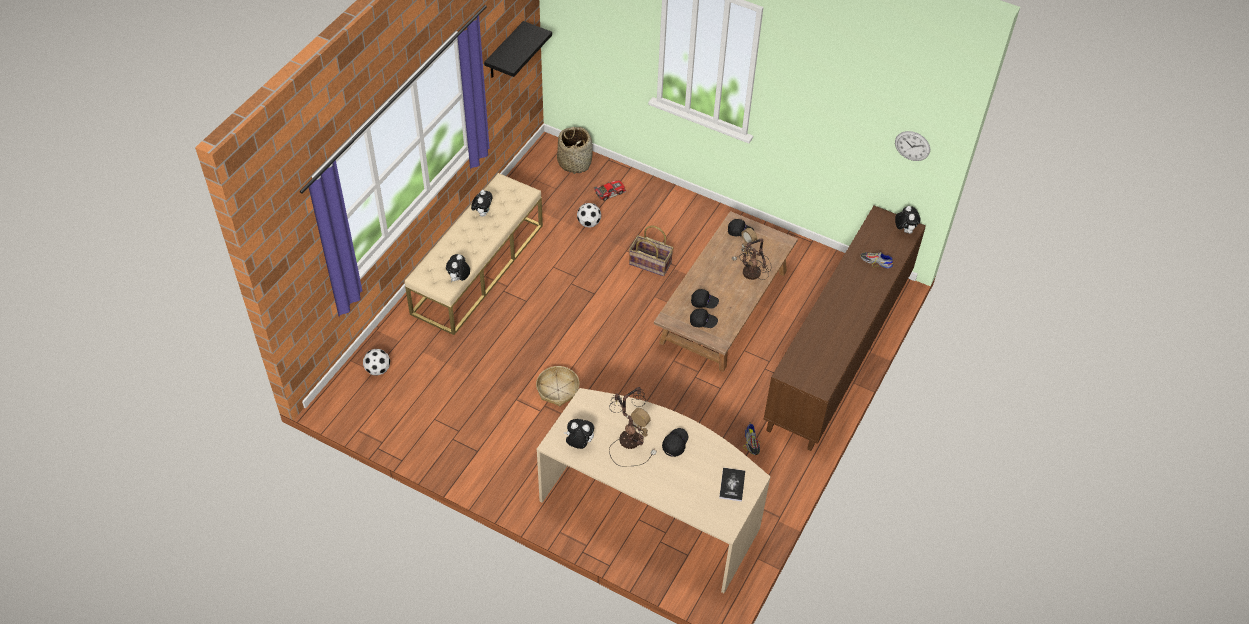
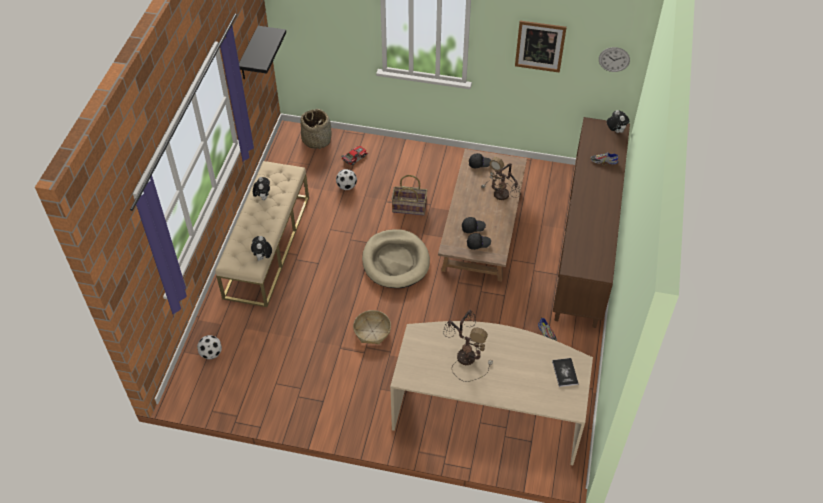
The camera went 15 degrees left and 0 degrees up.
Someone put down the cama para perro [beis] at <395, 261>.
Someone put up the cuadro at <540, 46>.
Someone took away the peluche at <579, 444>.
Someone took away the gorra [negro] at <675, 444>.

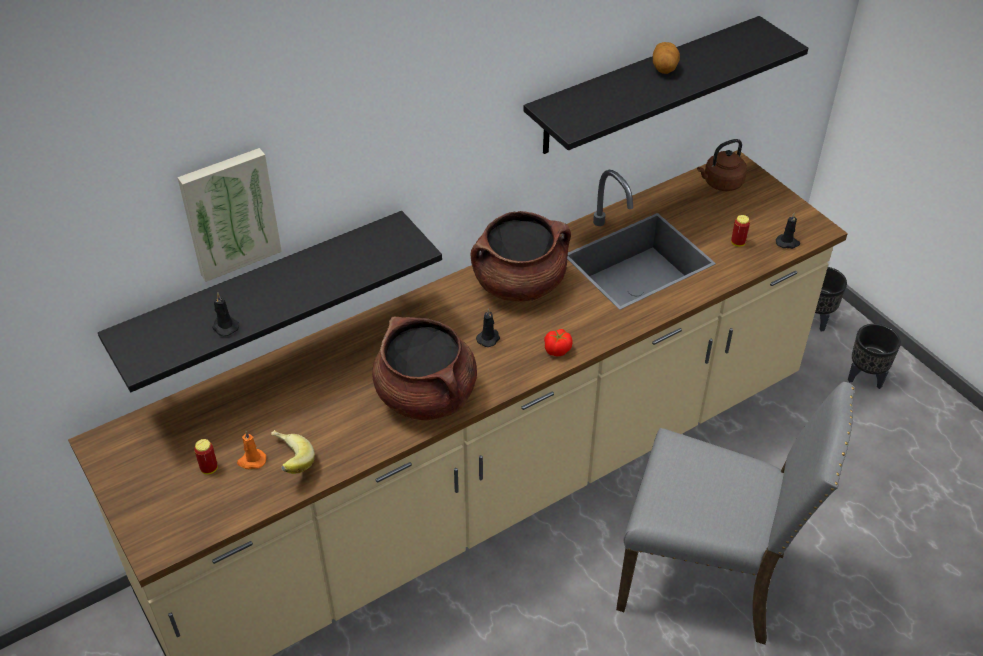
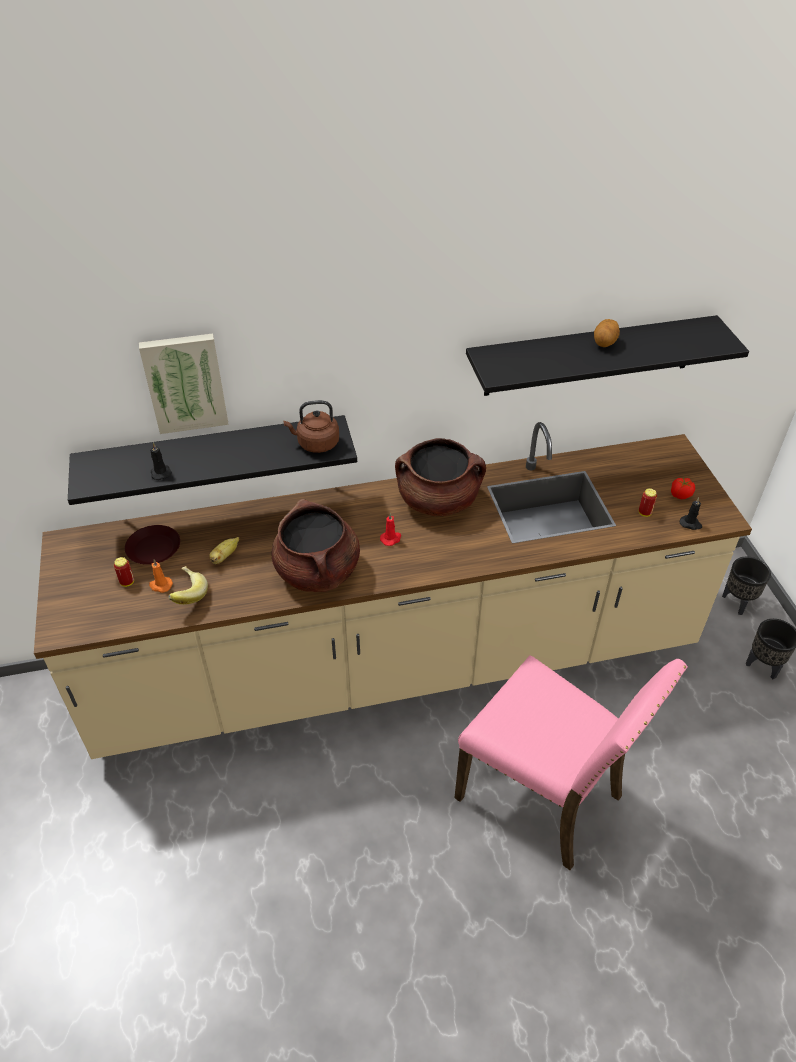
The camera went 20 degrees right and 0 degrees up.
Someone put down the plato [marrón] at <153, 549>.
Someone put down the plátano at <224, 556>.
Someone carried the hervidor [marrón] from <721, 183> to <316, 444>.
Someone repainted the vela [negro] at <489, 338>, which became the vela [rojo] at <391, 538>.
Someone repainted the silla [gris] at <707, 577>, which became the silla [rosa] at <544, 796>.
Someone carried the tomate from <557, 350> to <680, 495>.

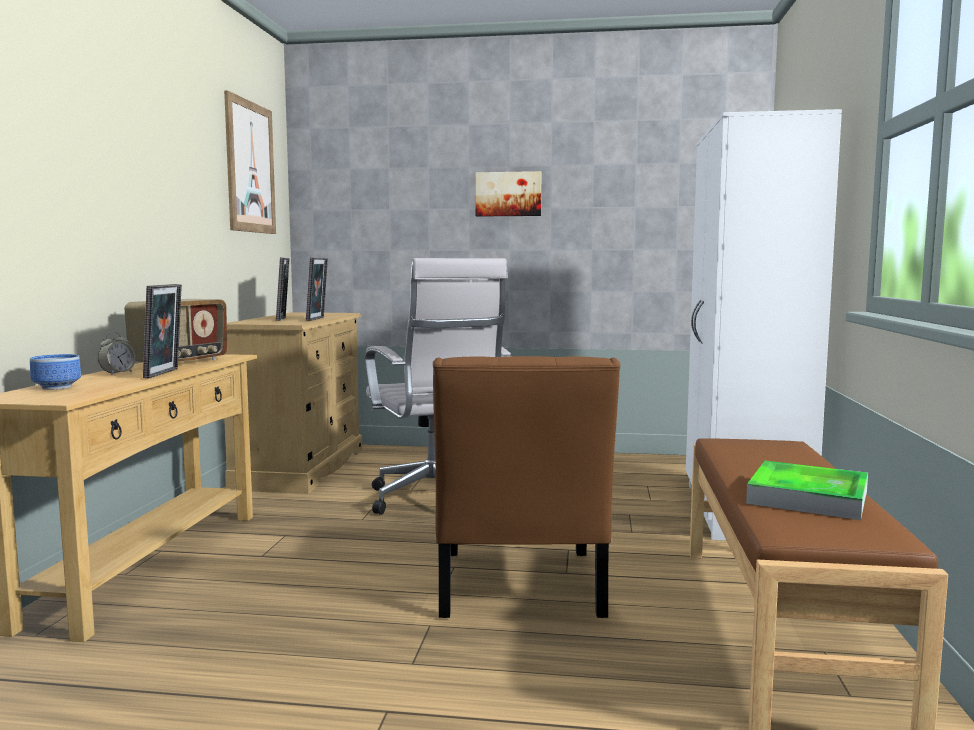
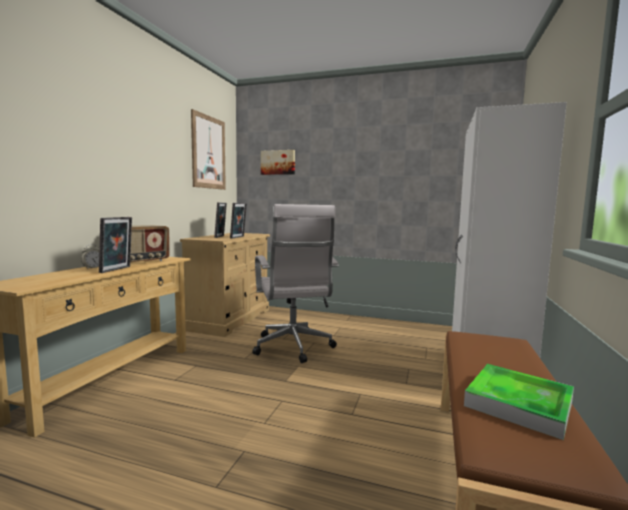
The camera went 10 degrees right and 0 degrees up.
Someone carried the cuadro from <508, 194> to <278, 162>.
Someone took away the cuenco at <55, 387>.
Someone took away the silla [marrón] at <519, 589>.

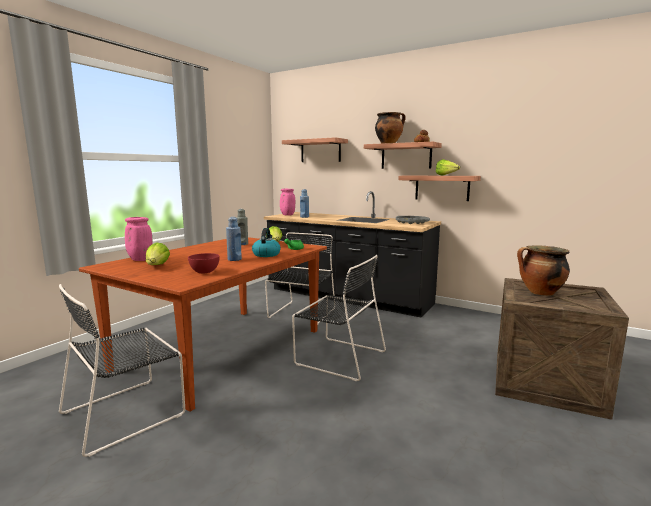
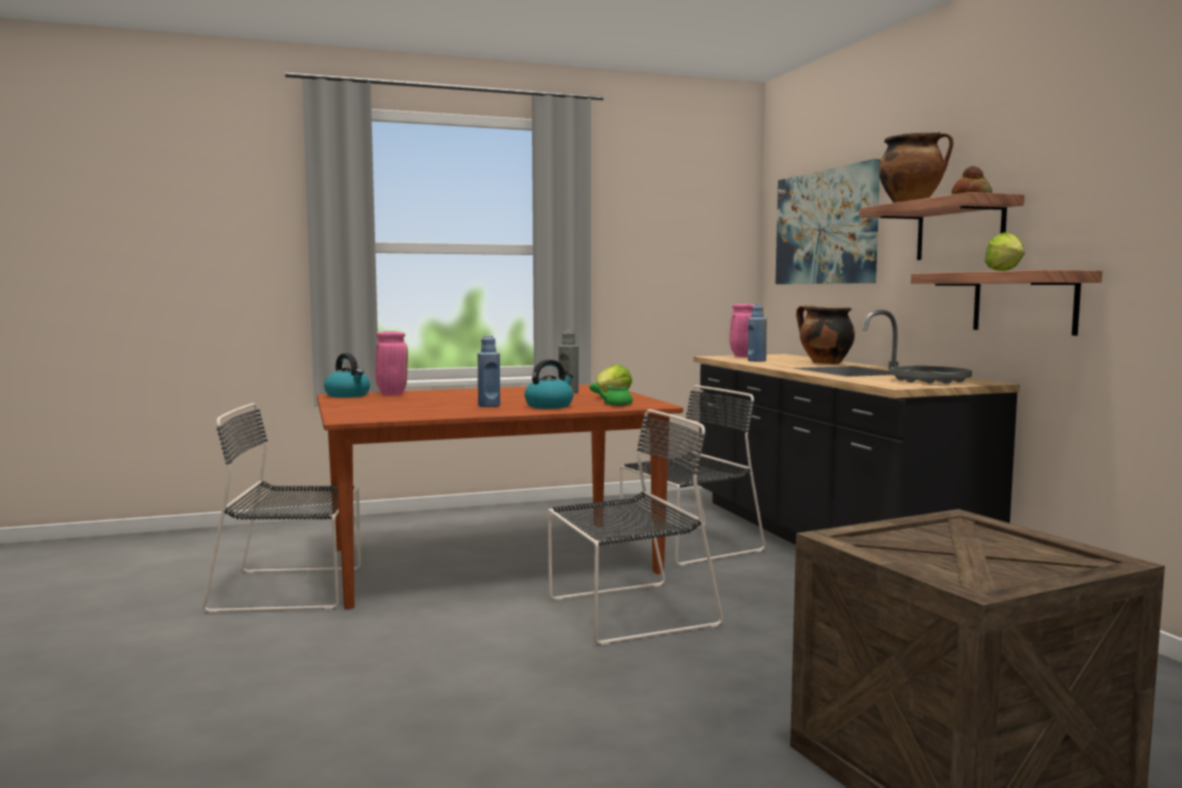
The camera went 40 degrees right and 5 degrees down.
Someone put down the hervidor at <348, 395>.
Someone rotated the silla [negro] at <338, 357> by 90 degrees counterclockwise.
Someone swapped the estante at <320, 151> for the cuadro at <826, 227>.
Someone carried the olla from <540, 293> to <824, 363>.
Someone took away the lechuga at <157, 266>.
Someone took away the cuenco [rojo] at <205, 272>.

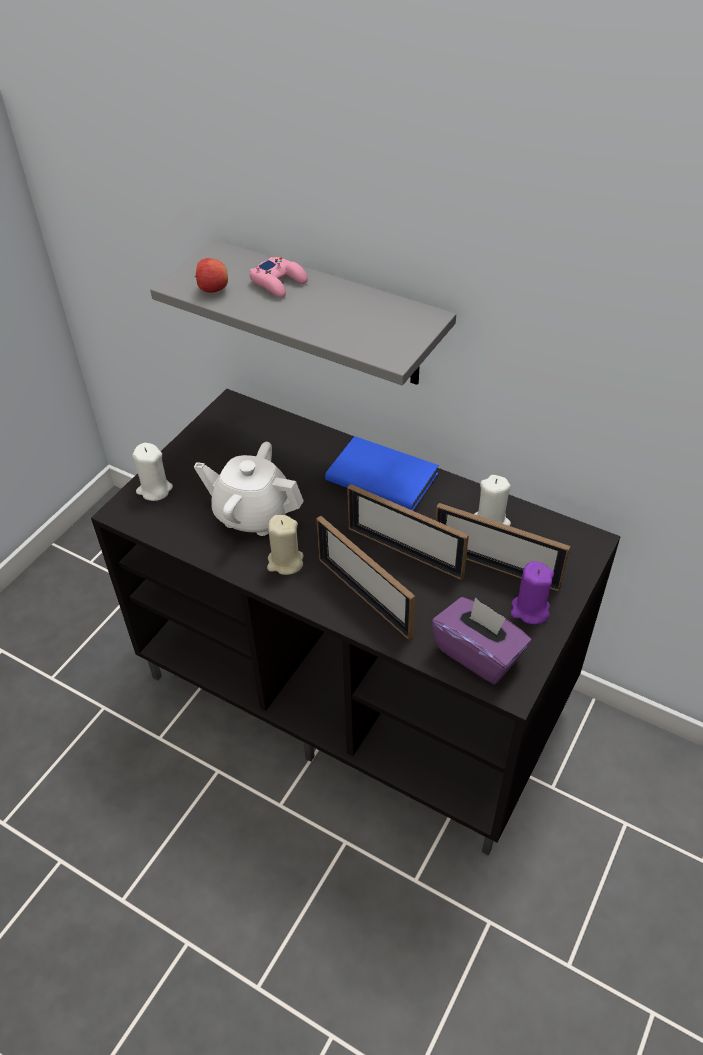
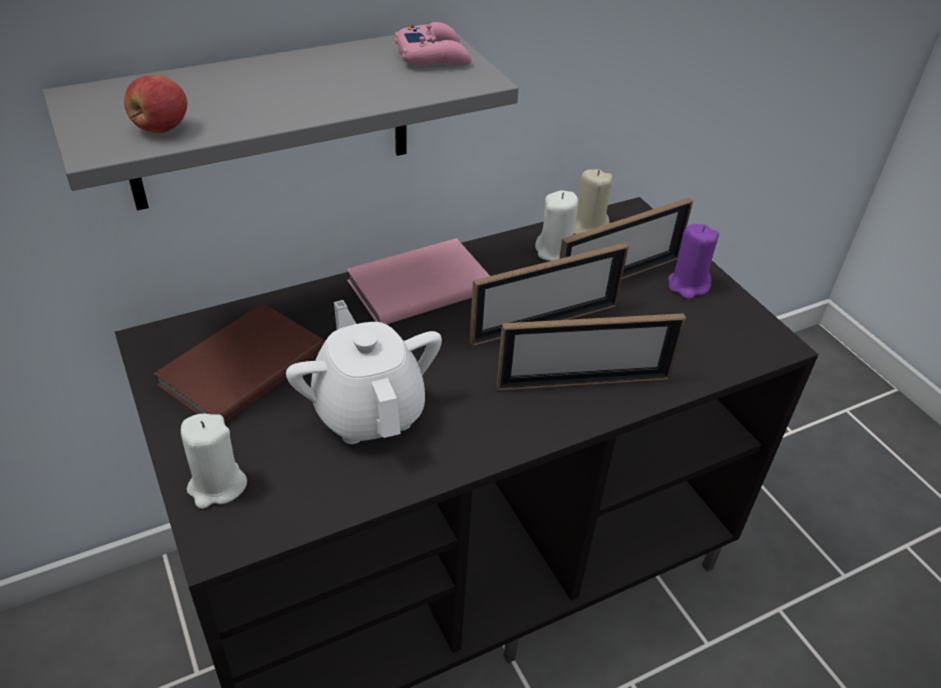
The camera went 60 degrees left and 5 degrees down.
Someone put down the libro [marrón] at <239, 367>.
Someone rotated the tetera [blanco] at <253, 514> by 105 degrees clockwise.
Someone repainted the libro [azul] at <382, 475>, which became the libro [rosa] at <417, 285>.
Someone carried the mando de consola [rosa] from <279, 282> to <433, 56>.
Someone carried the vela [beis] from <285, 562> to <589, 228>.
Someone took away the caja de pañuelos [morado] at <478, 653>.

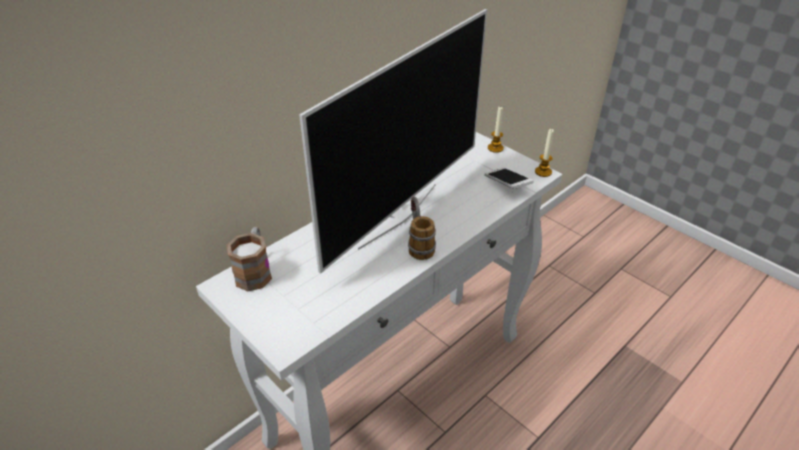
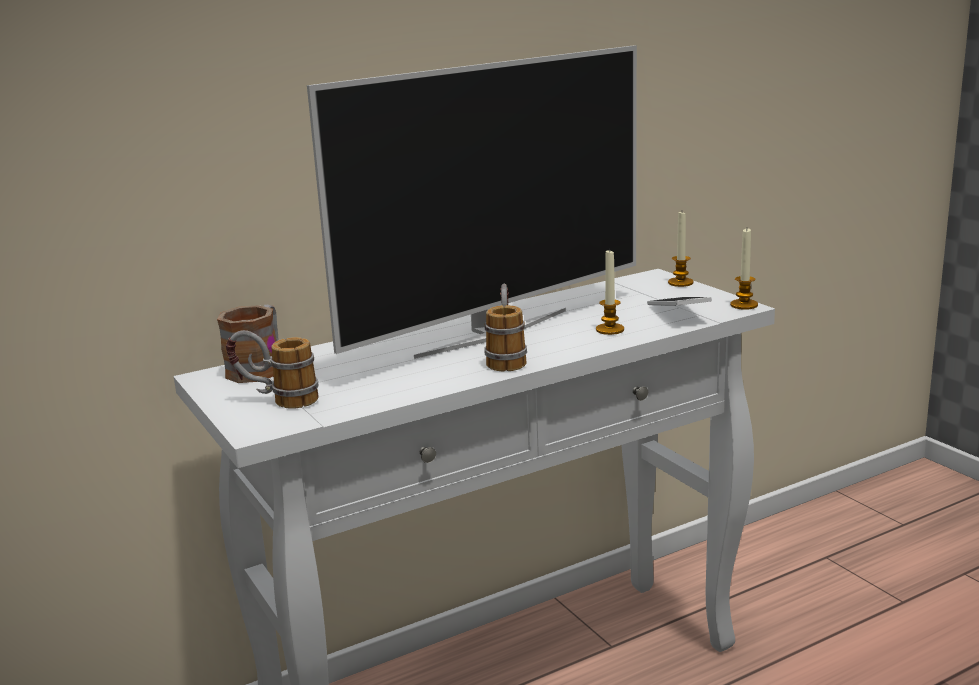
The camera went 15 degrees right and 20 degrees down.
Someone put down the taza grande at <276, 401>.
Someone put down the vela at <610, 330>.

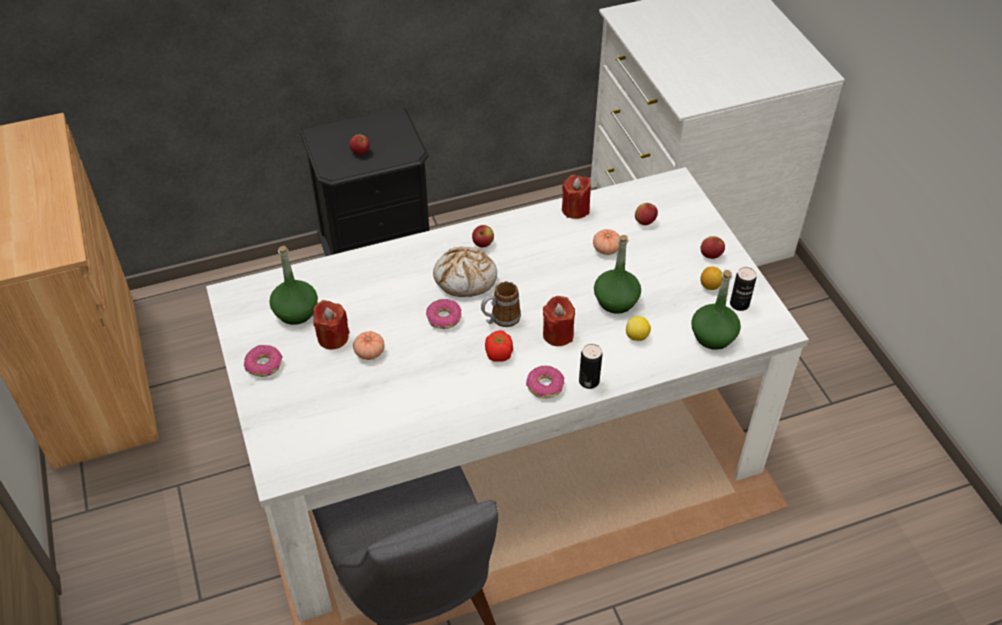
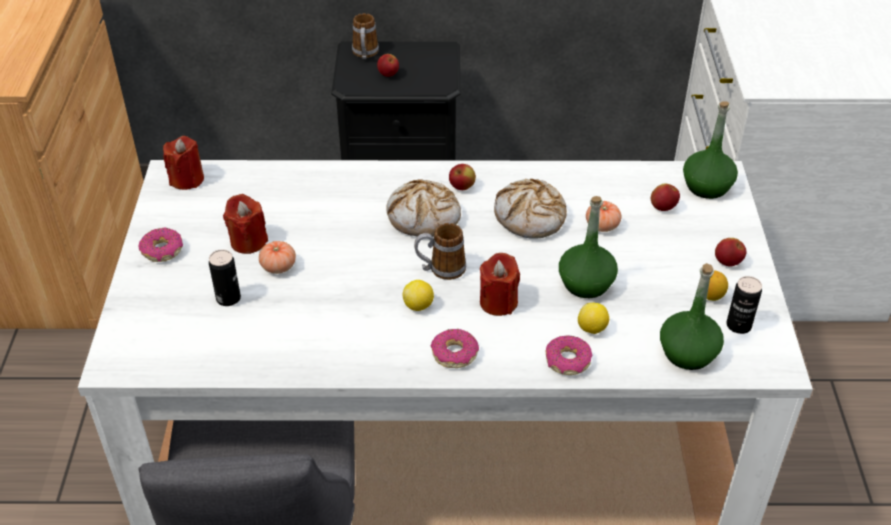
The camera went 20 degrees right and 5 degrees down.
Someone carried the vela [rojo] from <575, 209> to <187, 179>.
Someone carried the lata from <589, 381> to <228, 298>.
Someone put down the taza grande at <365, 54>.
Someone swapped the tomate at <498, 354> for the limón at <418, 306>.
Someone put down the pan at <530, 217>.
Someone carried the rosquilla from <444, 318> to <567, 361>.
Someone carried the botella [verde] from <295, 312> to <706, 186>.

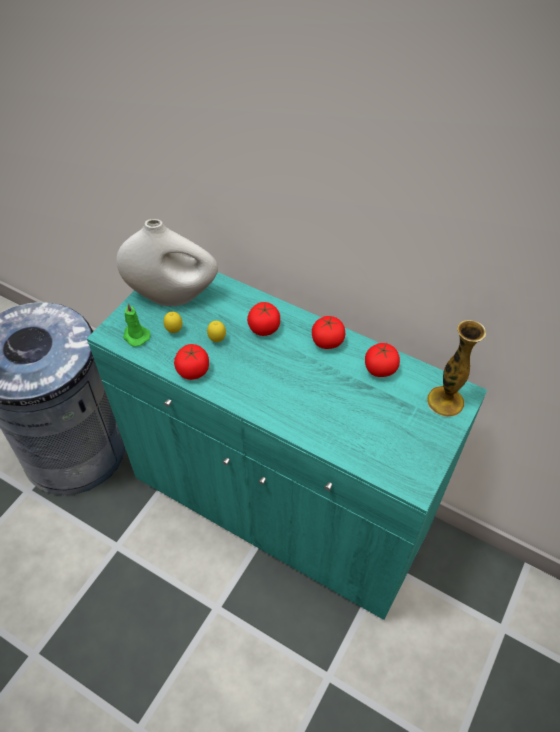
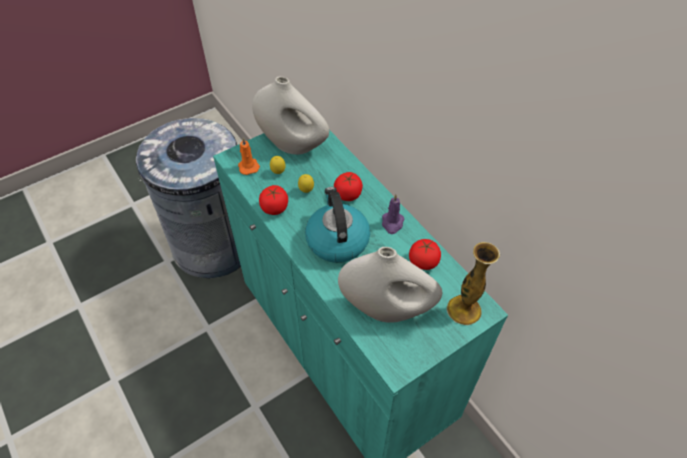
The camera went 25 degrees right and 0 degrees up.
Someone repainted the vela [verde] at <135, 336>, which became the vela [naranja] at <248, 166>.
Someone put down the hervidor at <337, 240>.
Someone put down the florero [blanco] at <387, 309>.
Someone swapped the tomate at <327, 341> for the vela [morado] at <392, 223>.

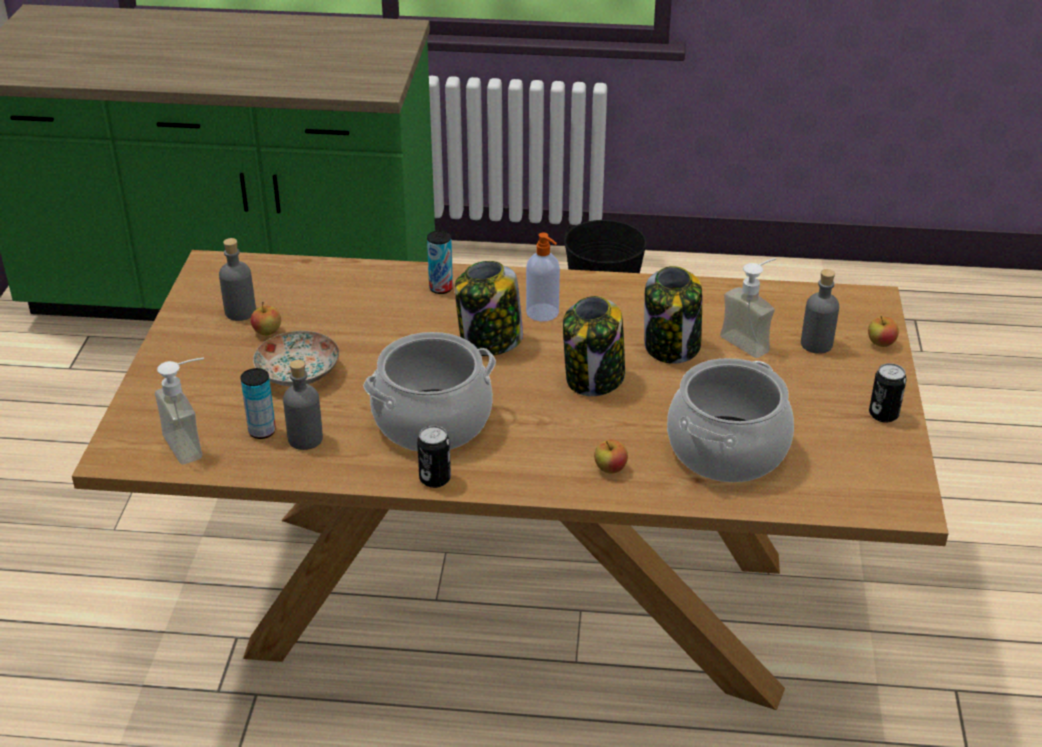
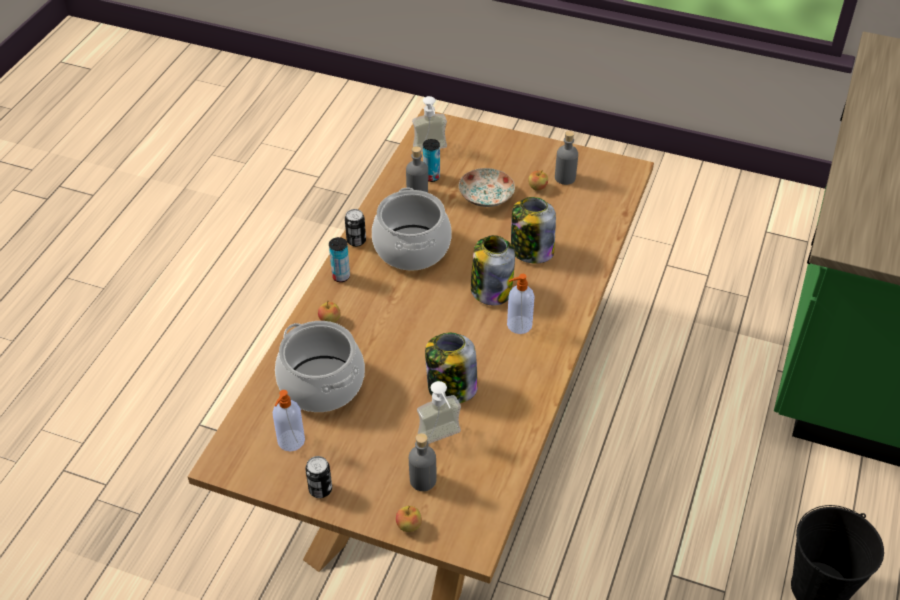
The camera went 105 degrees right and 10 degrees up.
Someone put down the dispensador de jabón at <290, 441>.
Someone carried the lata from <441, 288> to <341, 276>.
Someone carried the tarro from <594, 379> to <531, 251>.

